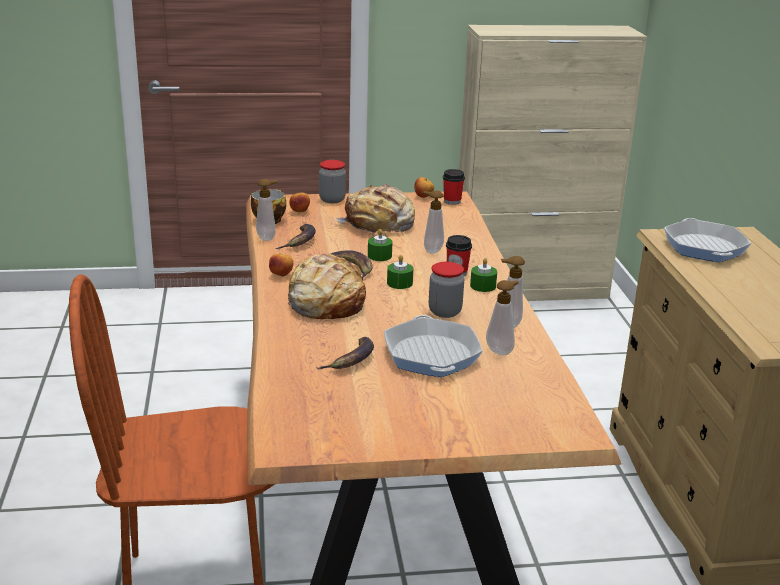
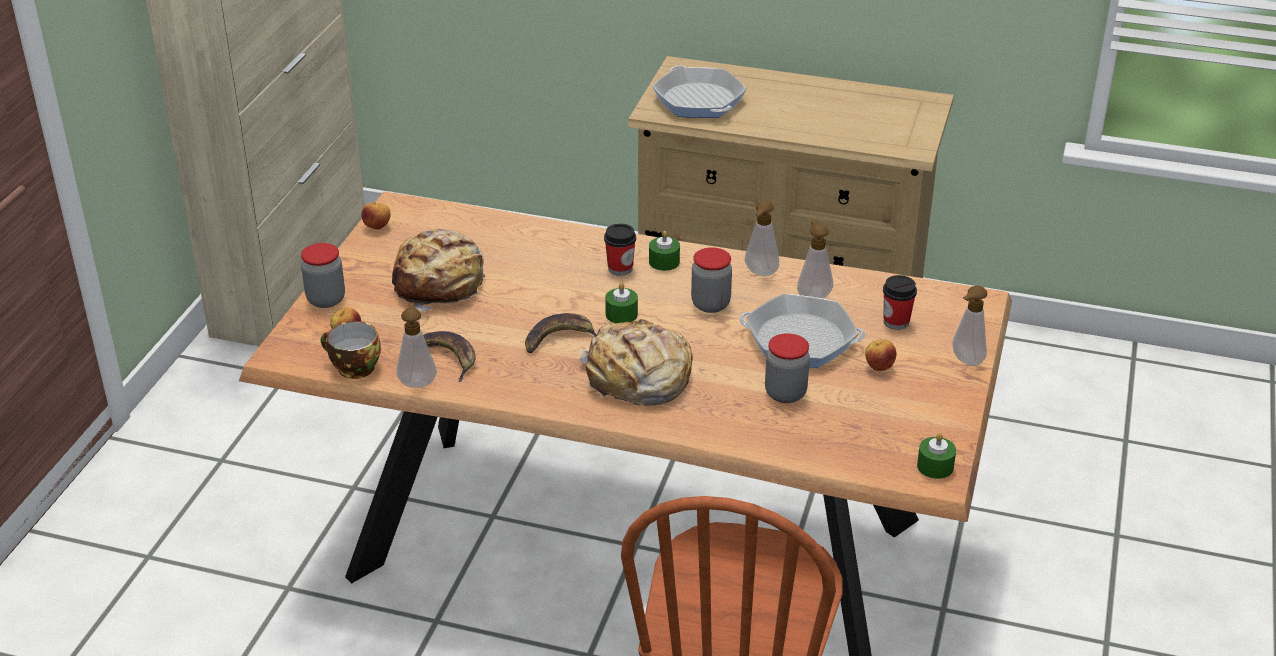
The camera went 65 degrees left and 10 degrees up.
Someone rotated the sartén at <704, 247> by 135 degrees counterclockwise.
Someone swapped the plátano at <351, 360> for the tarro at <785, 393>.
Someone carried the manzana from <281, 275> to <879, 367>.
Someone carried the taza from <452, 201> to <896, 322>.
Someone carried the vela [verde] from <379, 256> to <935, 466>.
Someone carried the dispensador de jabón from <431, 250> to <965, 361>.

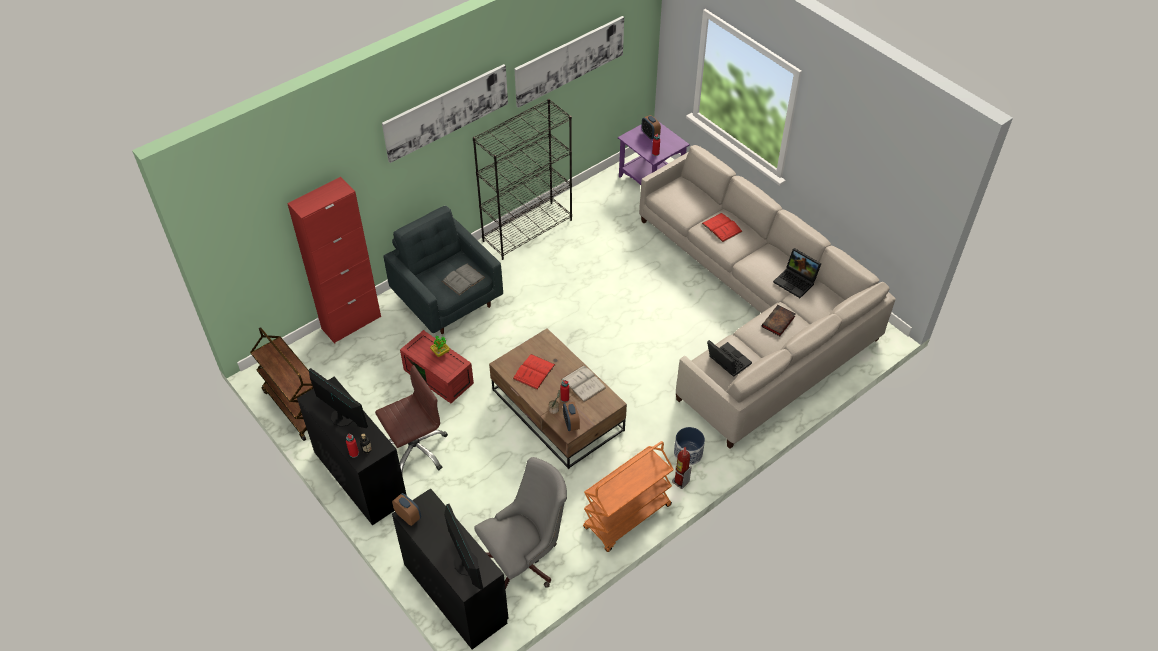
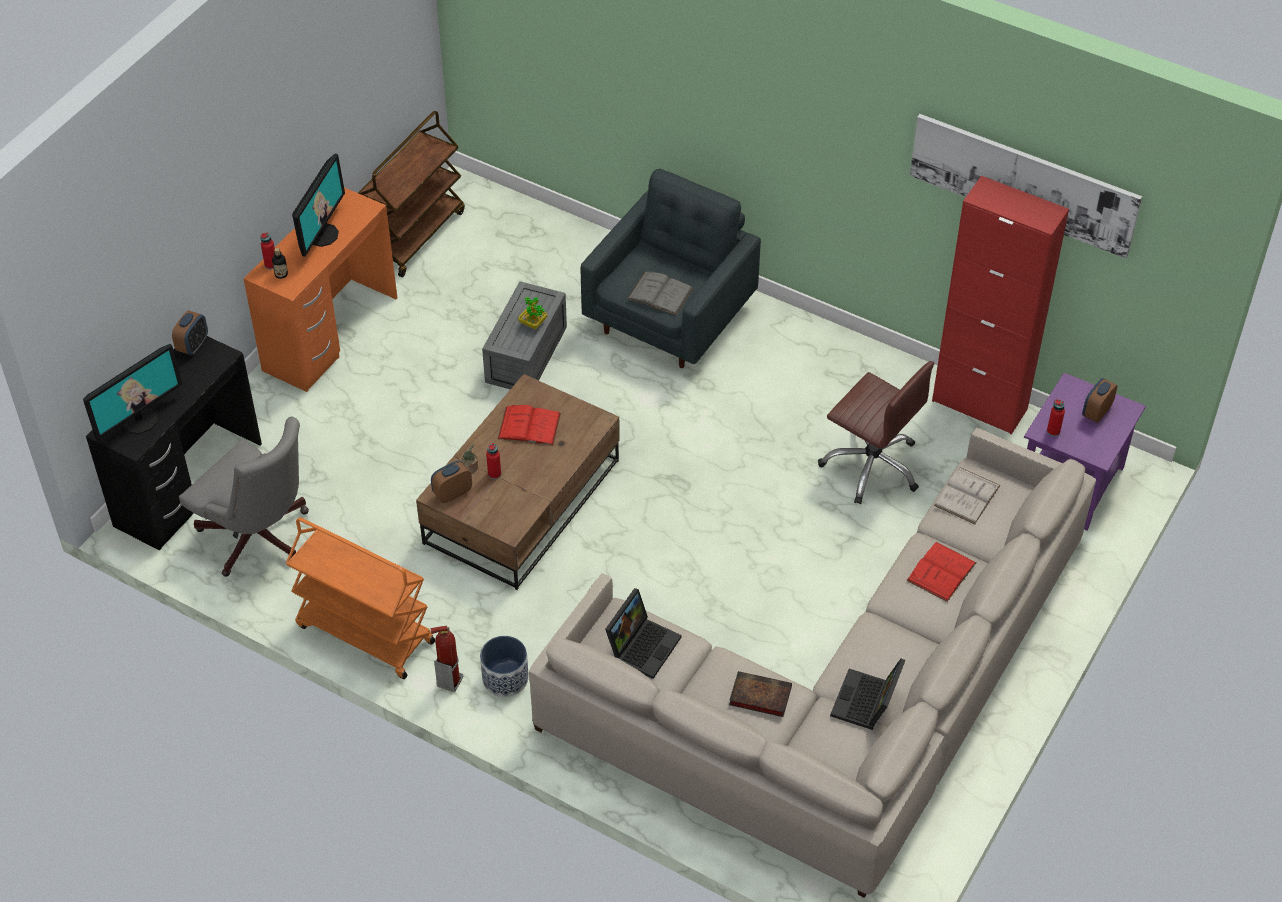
The camera went 70 degrees right and 0 degrees up.
Someone repainted the escritorio [negro] at <359, 477>, which became the escritorio [naranja] at <330, 333>.
Someone repainted the caja de almacenaje [rojo] at <440, 376>, which became the caja de almacenaje [gris] at <527, 356>.
Someone carried the silla de oficina [marrón] from <415, 450> to <872, 465>.
Someone carried the armario [rojo] from <351, 323> to <979, 405>.
Someone carried the libro [blanco] from <583, 383> to <967, 495>.
Someone took away the cuadro at <446, 112>.
Someone took away the estantería [negro] at <527, 230>.

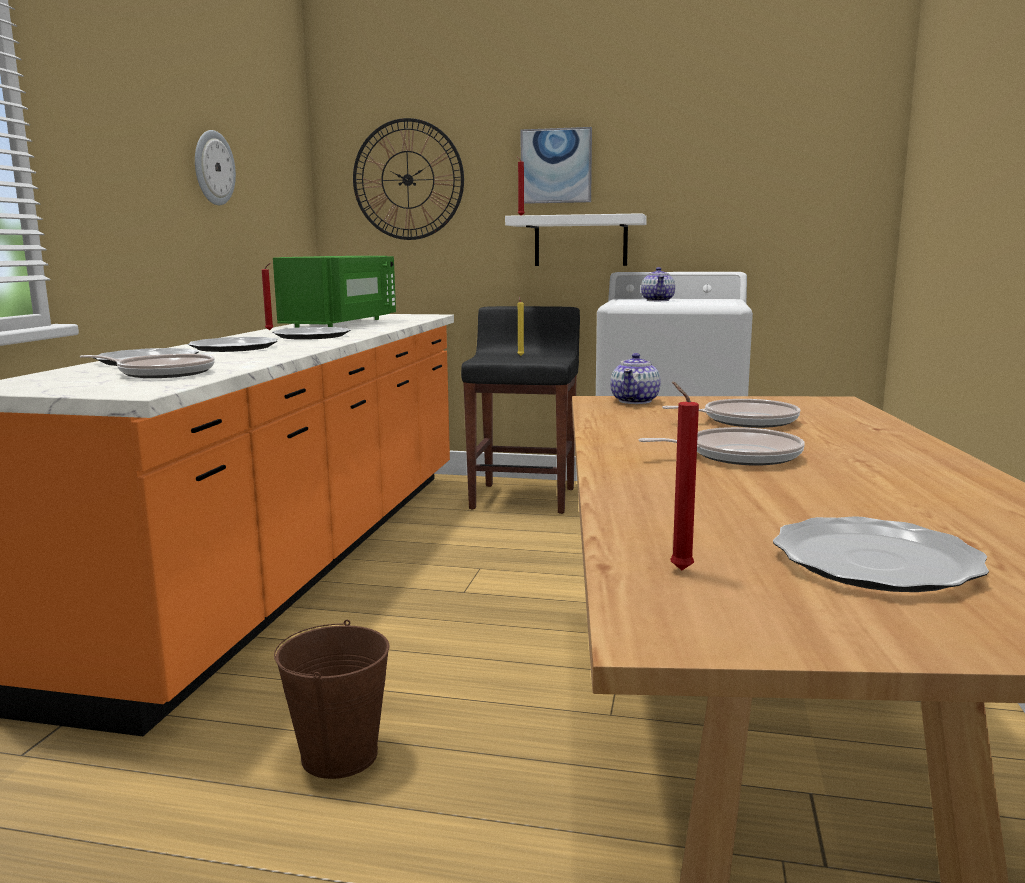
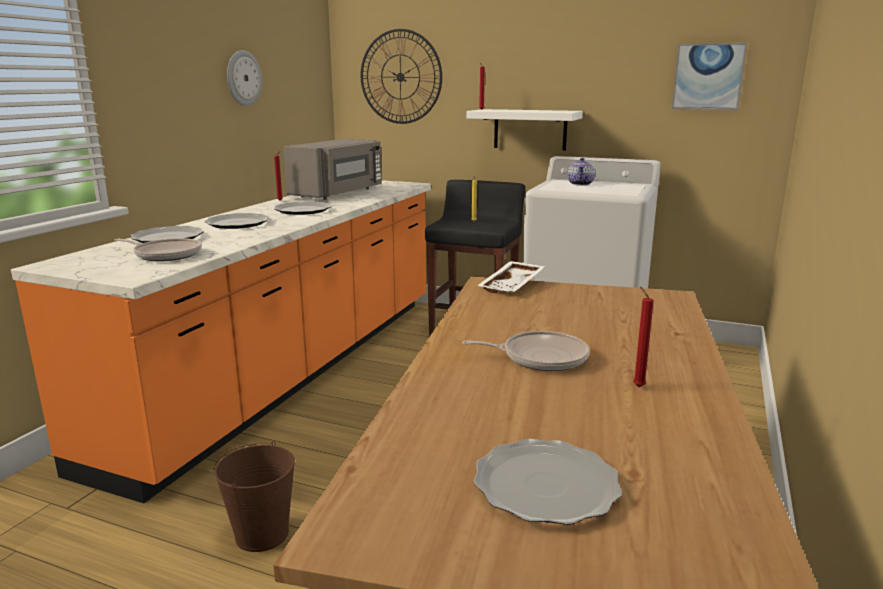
The camera went 10 degrees right and 5 degrees up.
Someone repainted the microondas [verde] at <342, 323>, which became the microondas [gris] at <338, 193>.
Someone swapped the tetera at <635, 401> for the bandeja [blanco] at <513, 286>.
Someone carried the vela [rojo] from <678, 569> to <637, 386>.
Someone carried the cuadro from <556, 166> to <708, 76>.
Someone took away the sartén at <745, 421>.

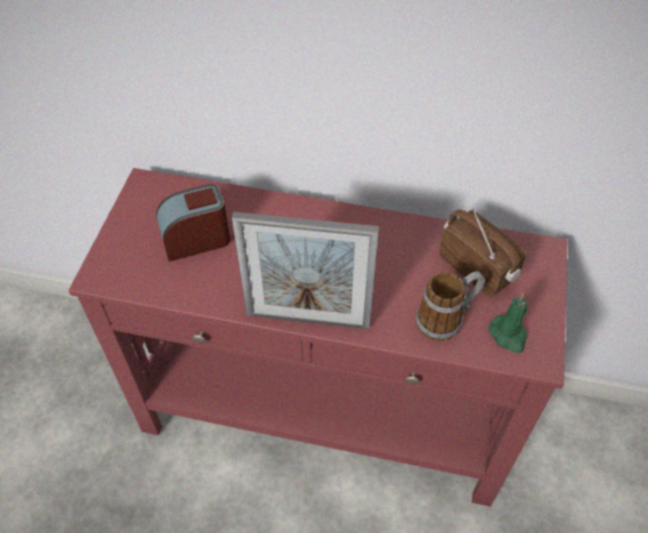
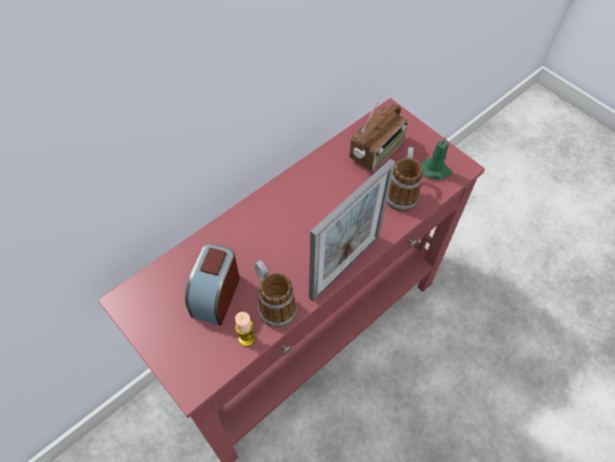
The camera went 55 degrees left and 5 degrees up.
Someone put down the vela at <247, 338>.
Someone put down the taza grande at <273, 303>.
Someone rotated the radio at <477, 268> by 135 degrees clockwise.

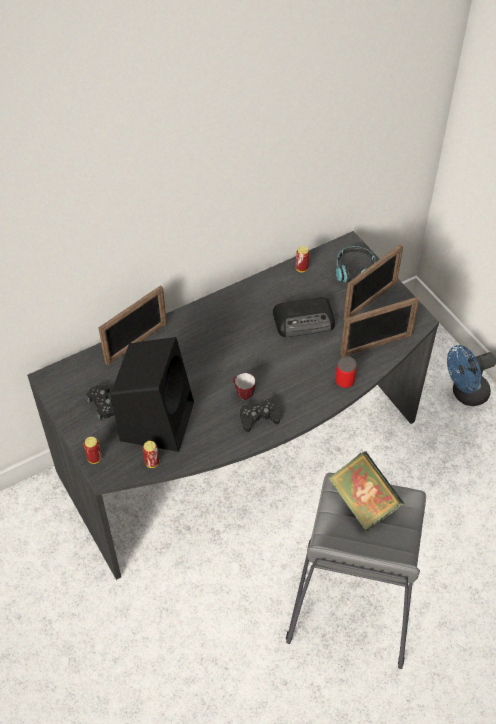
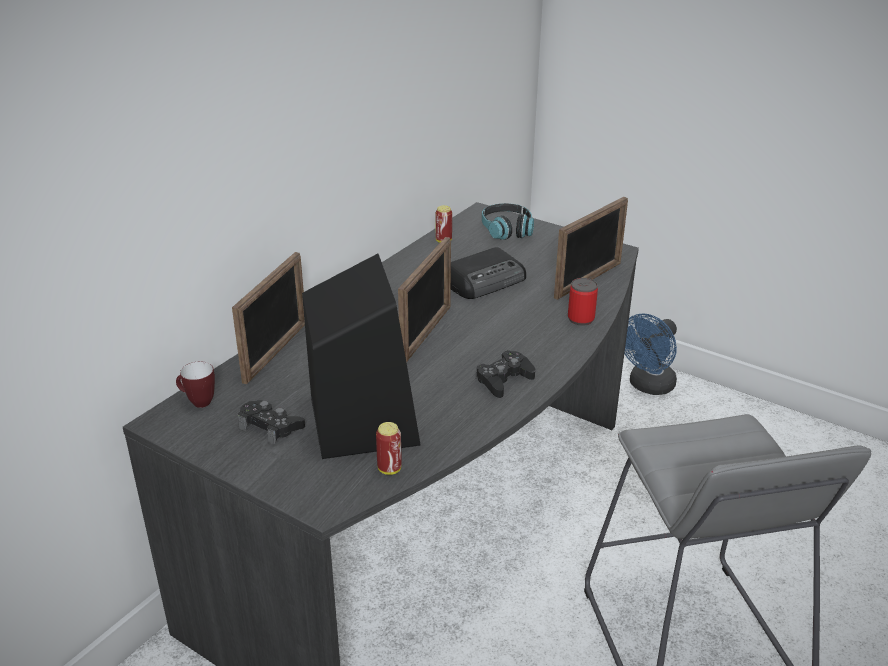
The camera went 25 degrees left and 20 degrees down.
Someone carried the taza grande from <242, 394> to <197, 402>.
Someone carried the portarretratos from <370, 301> to <426, 334>.
Someone took away the lata at <94, 458>.
Someone took away the libro at <363, 502>.

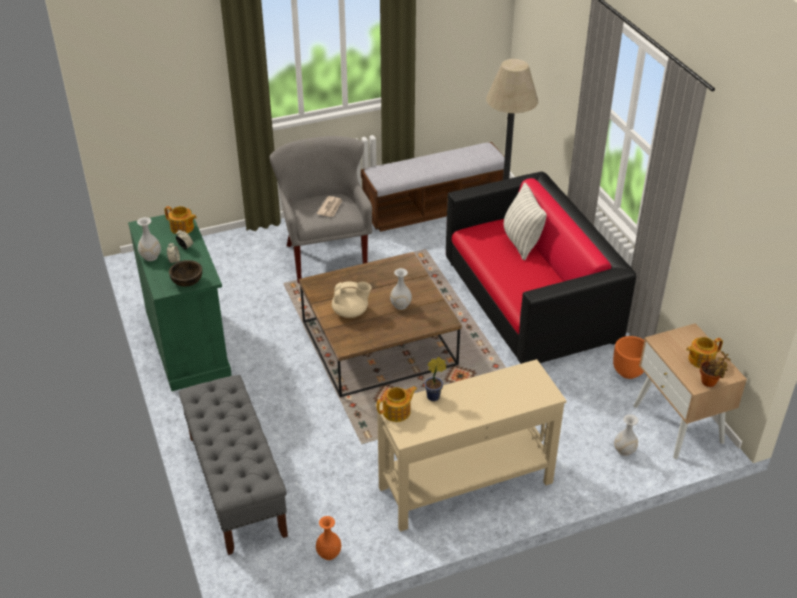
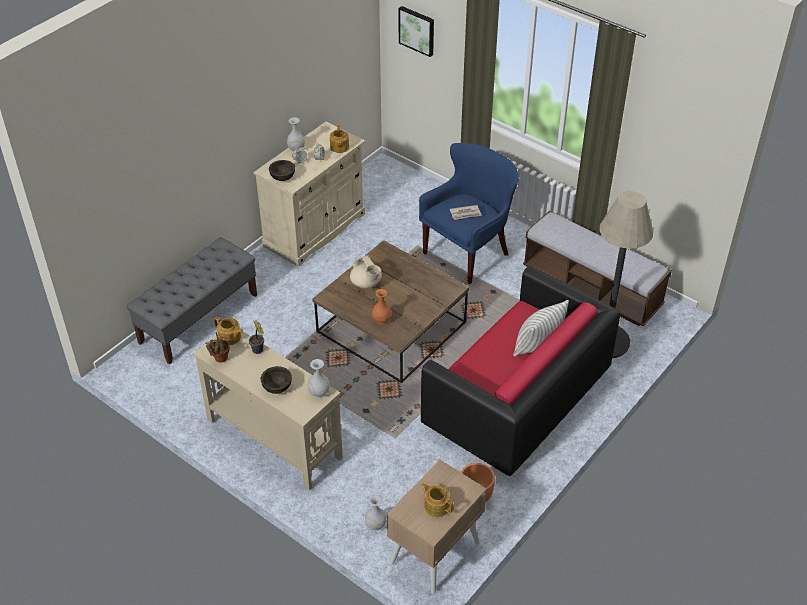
The camera went 60 degrees right and 5 degrees up.
Someone carried the planta en maceta from <710, 383> to <220, 359>.
Someone repainted the armario [verde] at <188, 343>, which became the armario [beis] at <315, 230>.
Someone put down the cuenco [marrón] at <277, 387>.
Someone carried the florero [blanco] from <400, 305> to <319, 392>.
Someone carried the florero [naranja] from <329, 554> to <381, 320>.
Someone put up the cuadro at <417, 30>.
Someone repainted the sillón [gris] at <326, 257>, which became the sillón [azul] at <468, 253>.

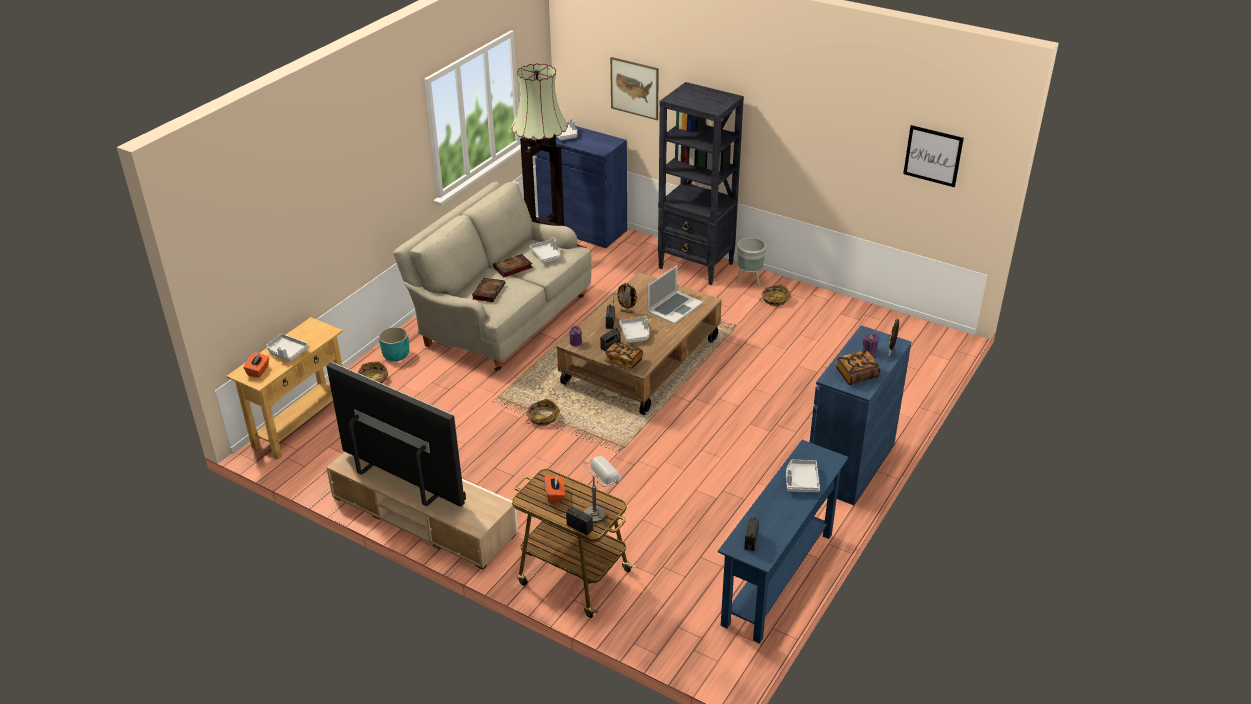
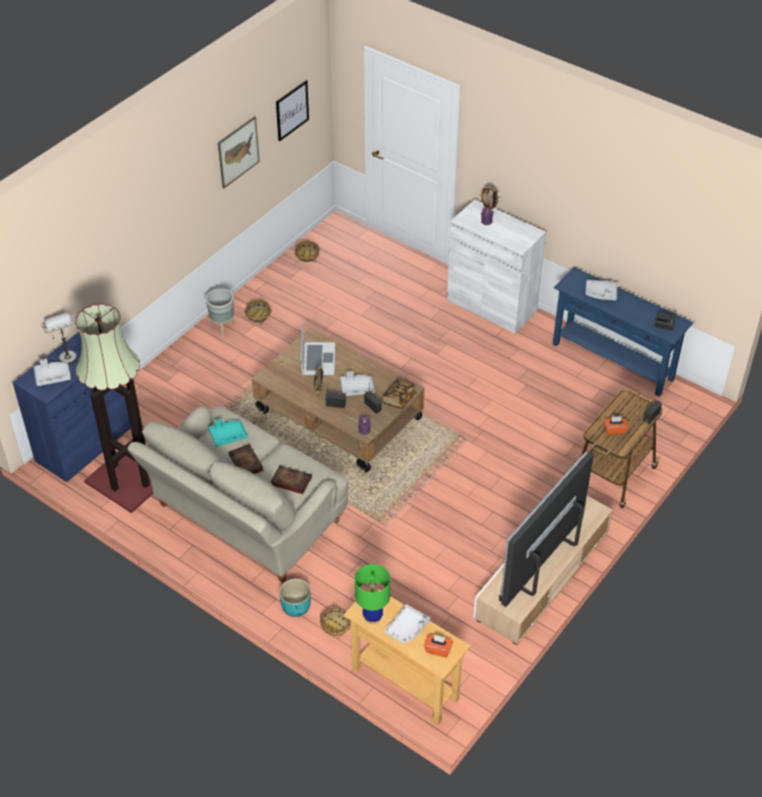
The camera went 85 degrees left and 10 degrees up.
Someone carried the lámpara de mesa [gris] from <601, 512> to <65, 354>.
Someone repainted the bandeja [gris] at <546, 255>, which became the bandeja [turquesa] at <228, 436>.
Someone carried the cuadro from <634, 88> to <238, 152>.
Someone carried the cesta from <542, 418> to <307, 256>.
Someone rotated the portátil at <674, 307> by 45 degrees clockwise.
Someone put down the lámpara de mesa [verde] at <372, 617>.
Someone repainted the armario [azul] at <850, 465>, which became the armario [blanco] at <491, 305>.
Someone took away the estantería [negro] at <696, 266>.
Someone took away the libro at <856, 374>.

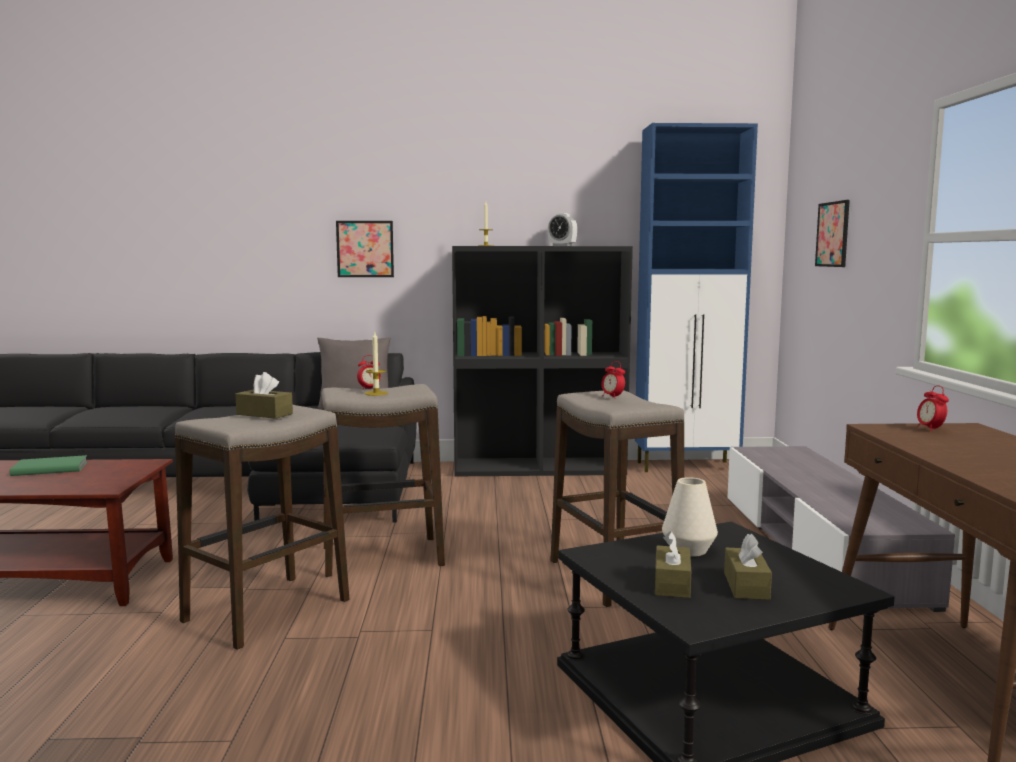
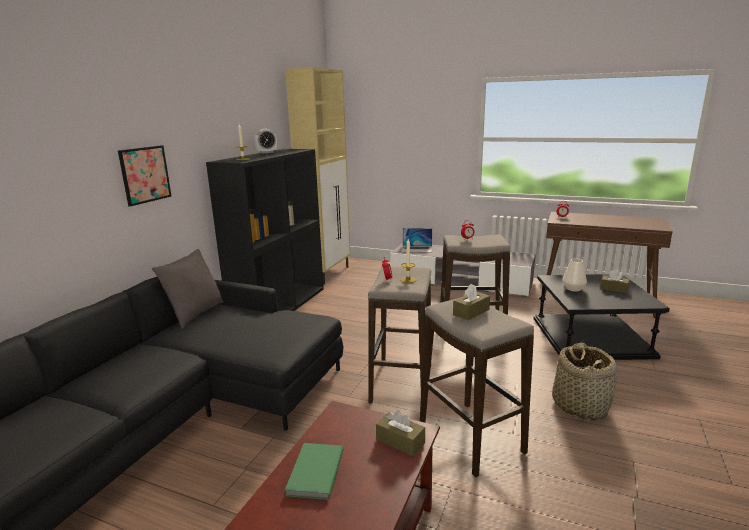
The camera went 65 degrees left and 10 degrees up.
Someone repainted the armario [azul] at <687, 466>, which became the armario [beis] at <327, 273>.
Someone carried the caja de pañuelos [marrón] from <672, 584> to <400, 441>.
Someone put down the portátil at <416, 249>.
Someone put down the cesta at <580, 405>.
Someone took away the cuadro at <833, 234>.

